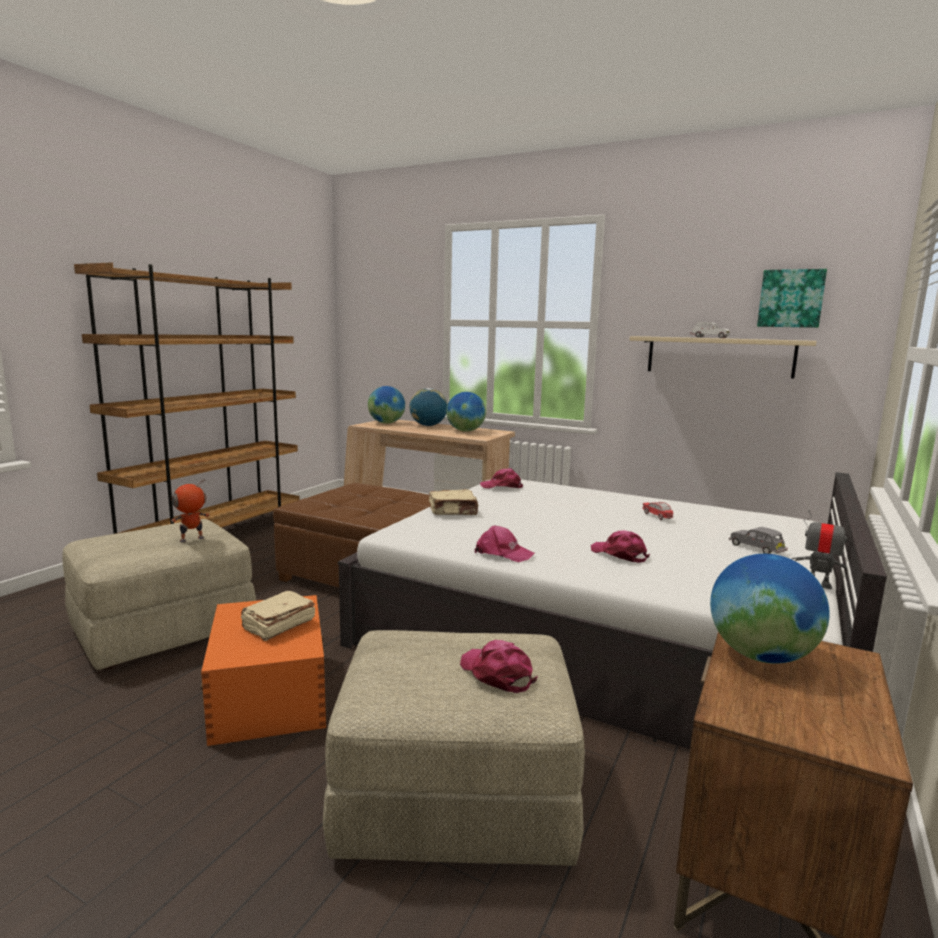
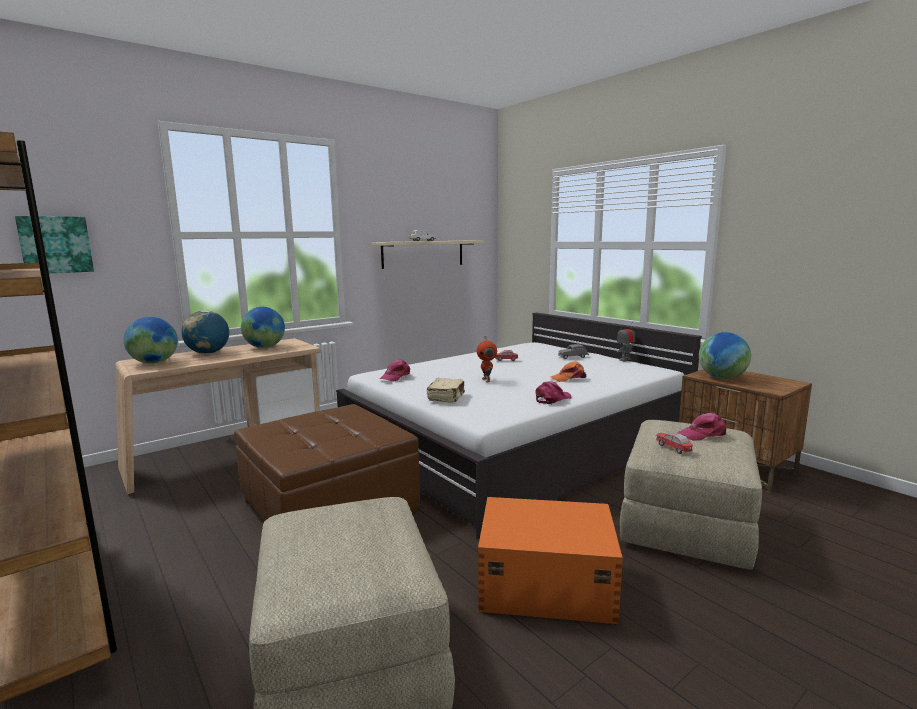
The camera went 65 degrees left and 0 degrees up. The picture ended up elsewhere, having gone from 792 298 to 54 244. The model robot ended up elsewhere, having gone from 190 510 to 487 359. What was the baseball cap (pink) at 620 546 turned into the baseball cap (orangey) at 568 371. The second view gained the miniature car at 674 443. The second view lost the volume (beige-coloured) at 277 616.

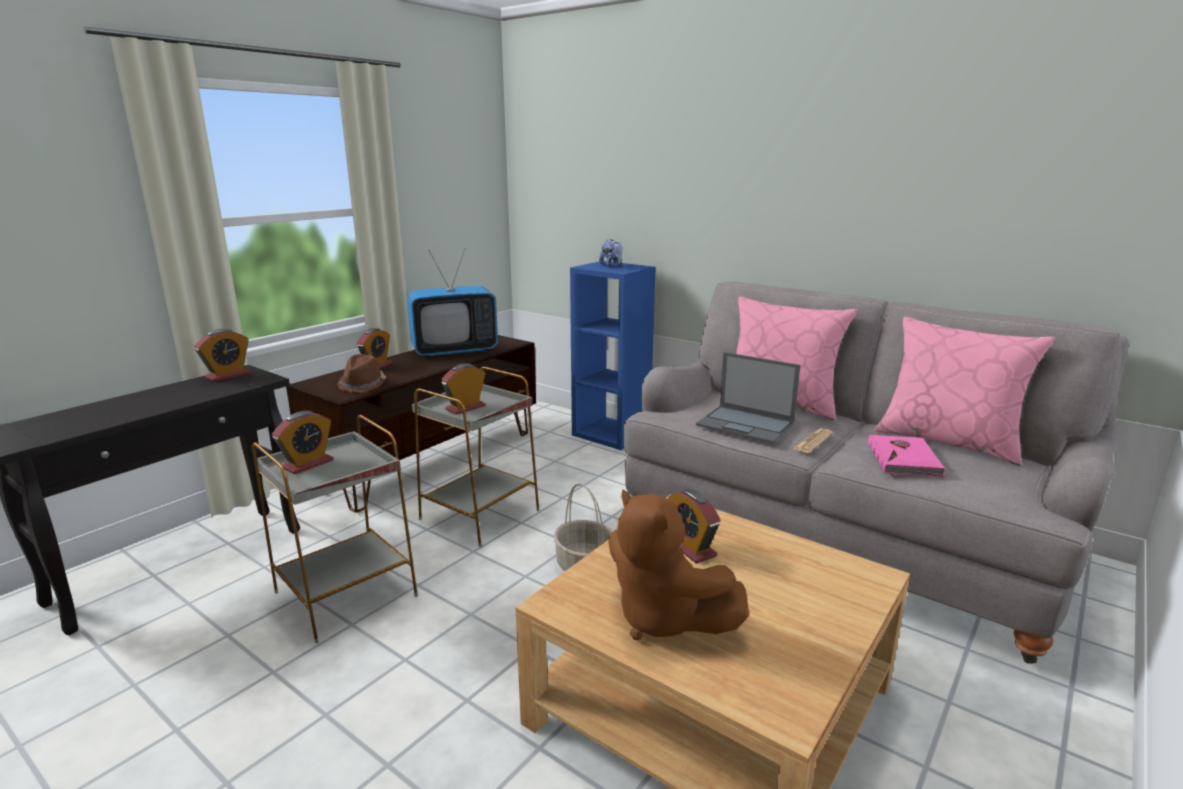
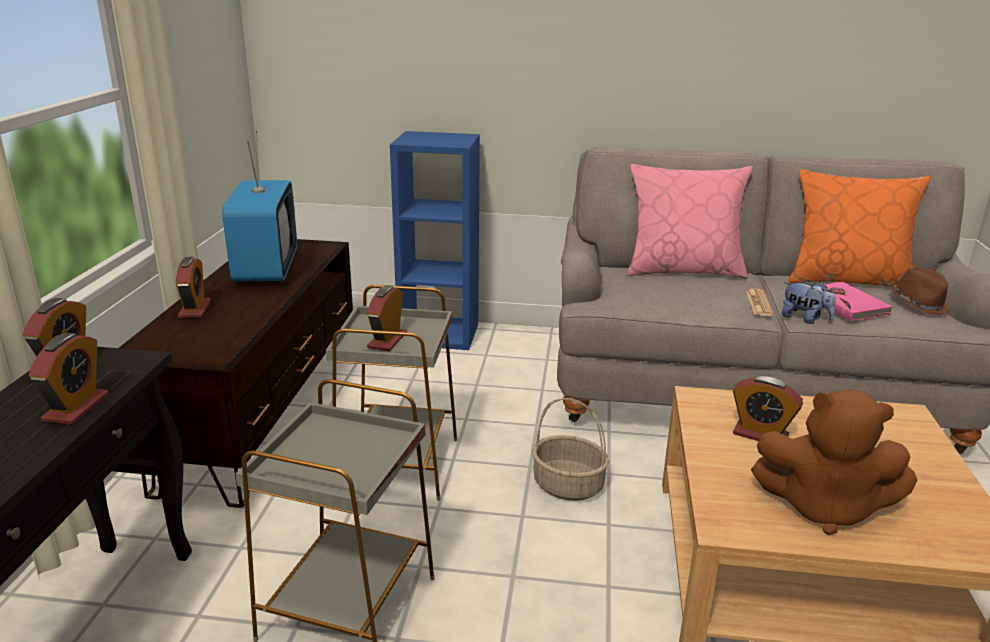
The camera went 30 degrees left and 5 degrees up. The table clock ended up elsewhere, having gone from 302 443 to 69 379. The TV set at 452 302 ended up facing another way, 45 degrees counterclockwise from before. The soft toy ended up elsewhere, having gone from 610 253 to 808 303. What was the cushion (pink) at 964 391 turned into the cushion (orangey) at 859 228. The hat (brownish) ended up elsewhere, having gone from 361 373 to 920 291. The second view lost the portable computer at 748 398.

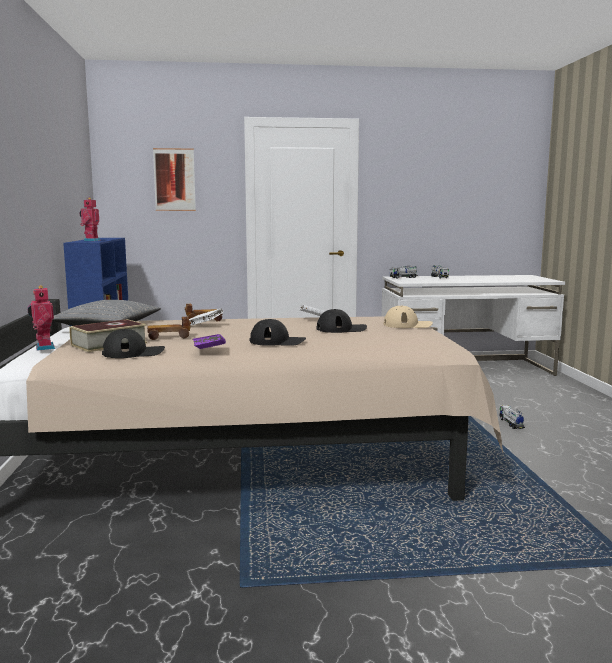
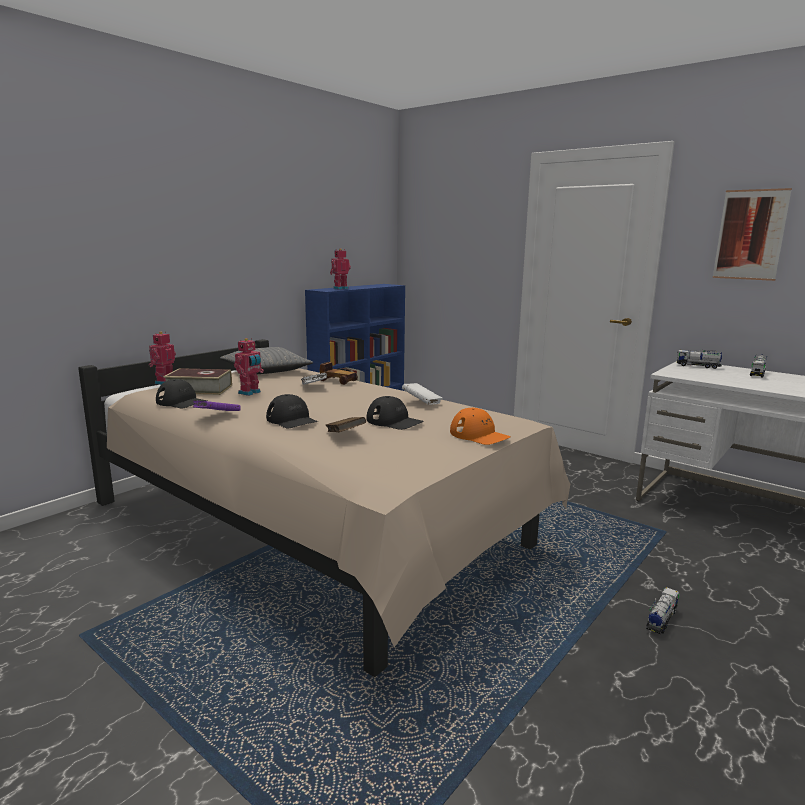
The camera went 45 degrees right and 5 degrees up. Where the miniature car stood at 169 328, the model robot came to stand at 249 367. The second view gained the volume (brownish) at 346 424. What was the baseball cap (beige-coloured) at 408 316 turned into the baseball cap (orangey) at 480 426. The picture ended up elsewhere, having gone from 174 179 to 752 234.

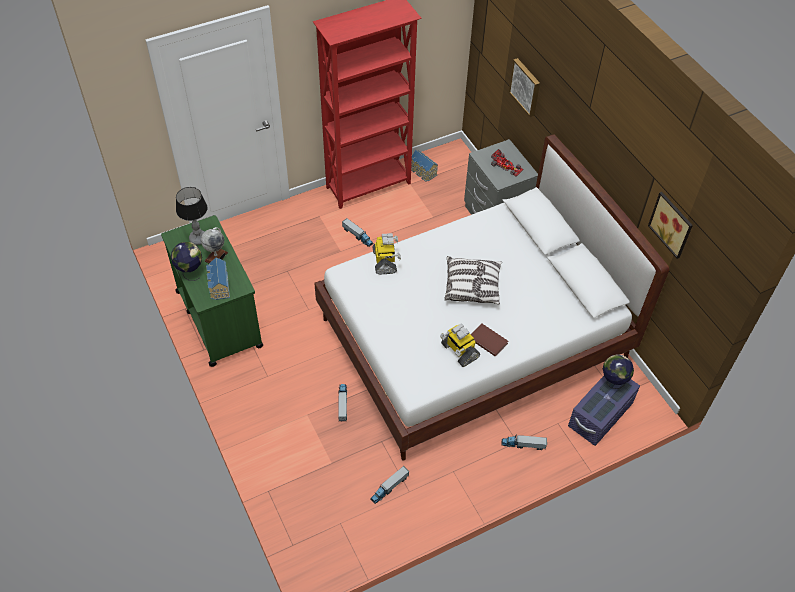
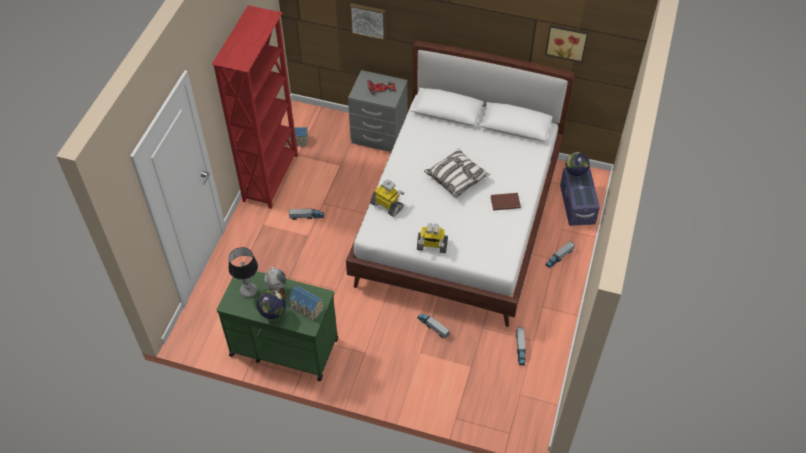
The camera went 45 degrees left and 0 degrees up. The model robot ended up elsewhere, having gone from 460 345 to 432 238.

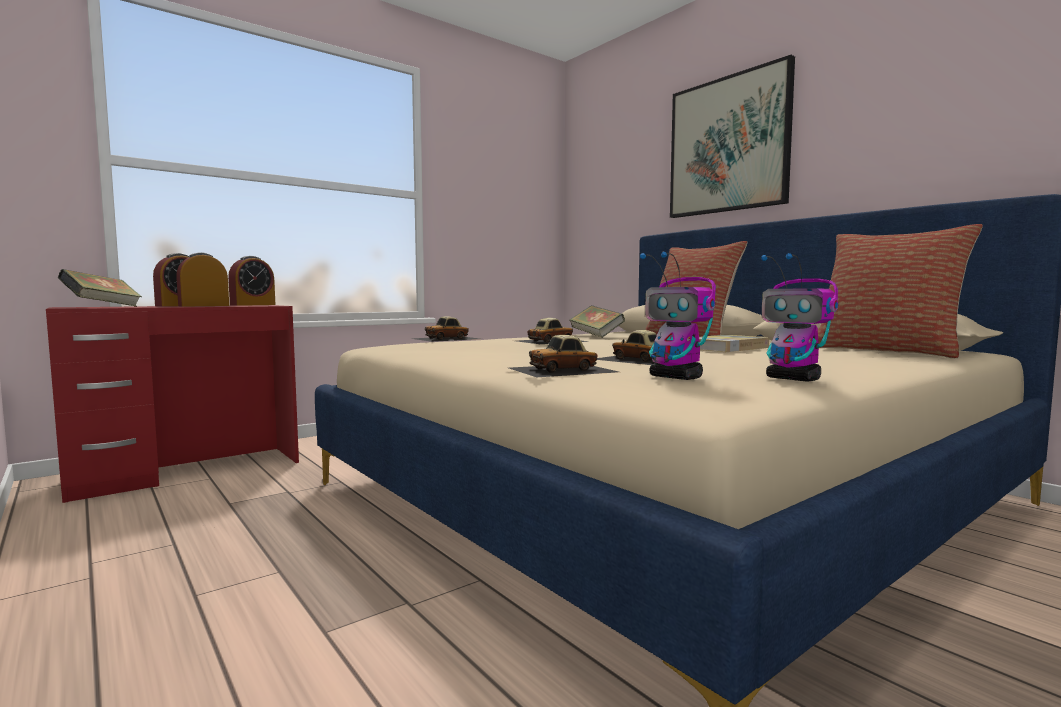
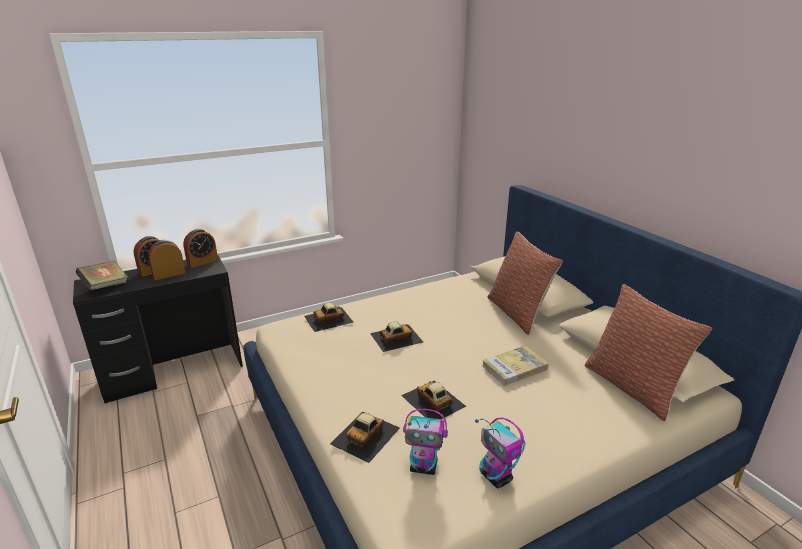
The camera went 10 degrees right and 20 degrees up. What was the desk table (red) at 172 404 turned into the desk table (black) at 158 328. The miniature car at 563 356 ended up facing another way, 45 degrees counterclockwise from before. The model robot at 678 316 ended up facing another way, 45 degrees counterclockwise from before. The second view lost the volume at 597 321. The second view lost the picture at 732 136.

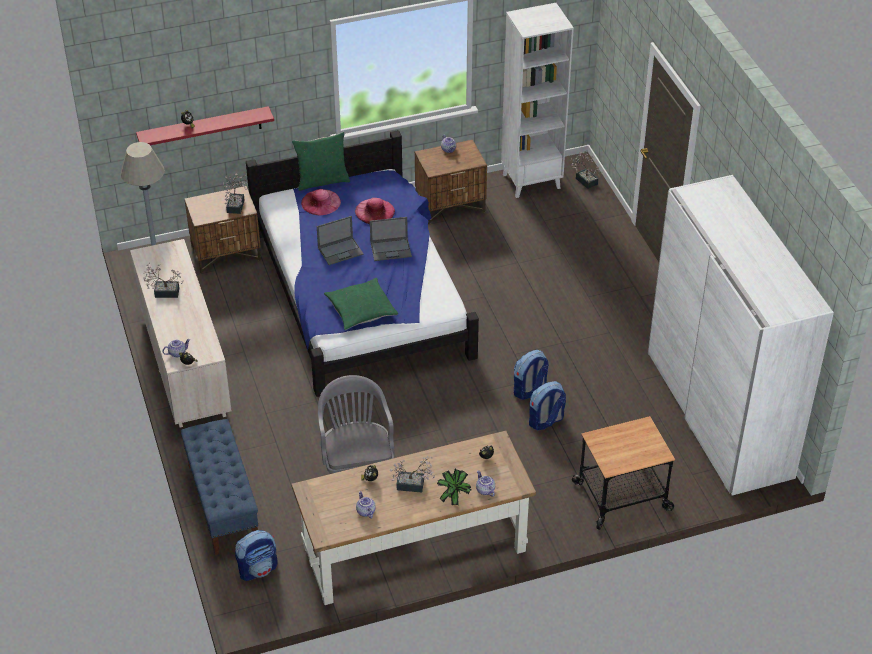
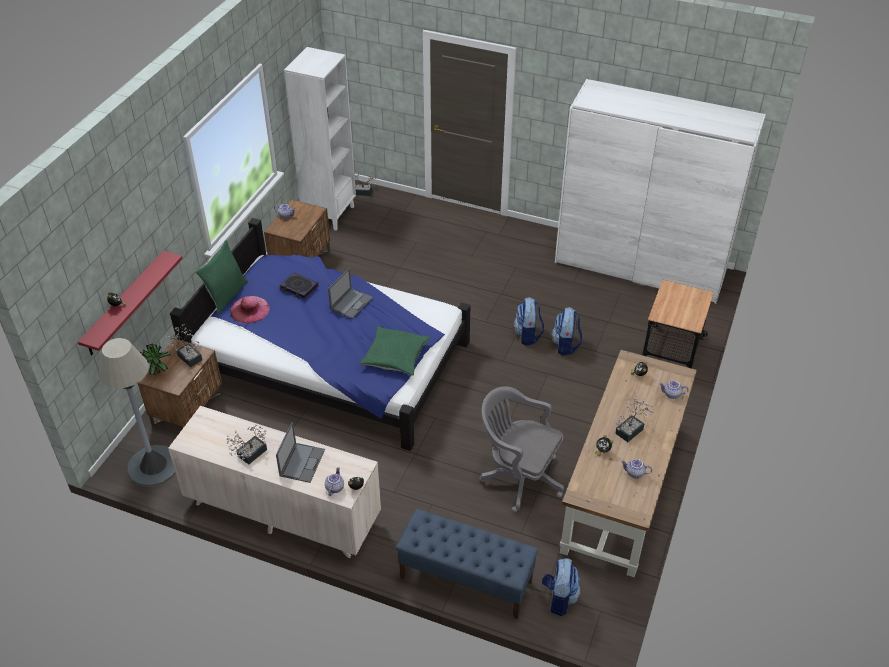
The camera went 50 degrees left and 0 degrees up. The houseplant ended up elsewhere, having gone from 454 487 to 155 359. The portable computer ended up elsewhere, having gone from 340 240 to 300 452. Where the hat (pink) stood at 375 211, the volume came to stand at 299 285.

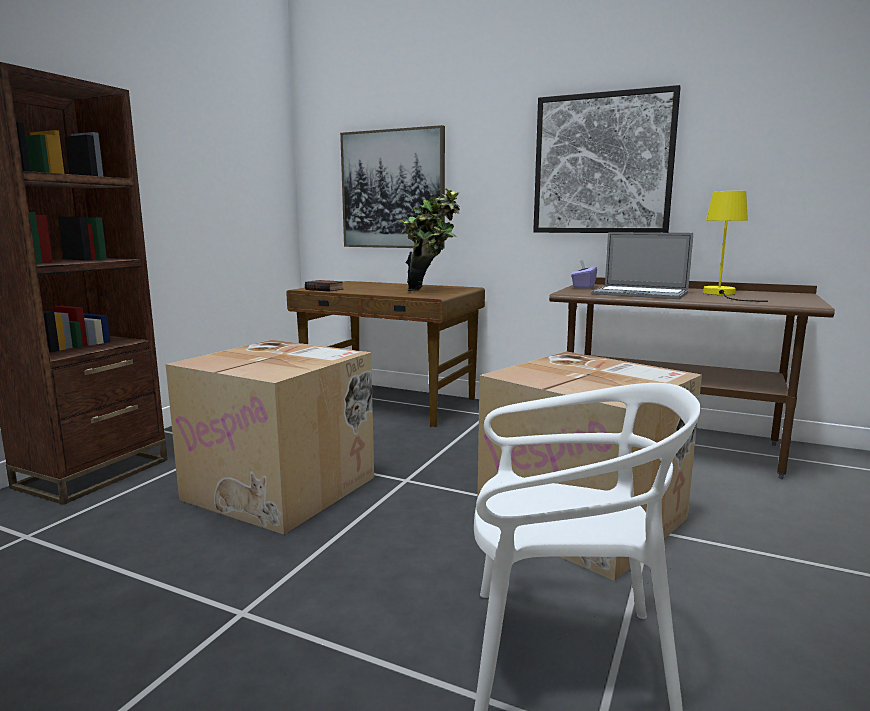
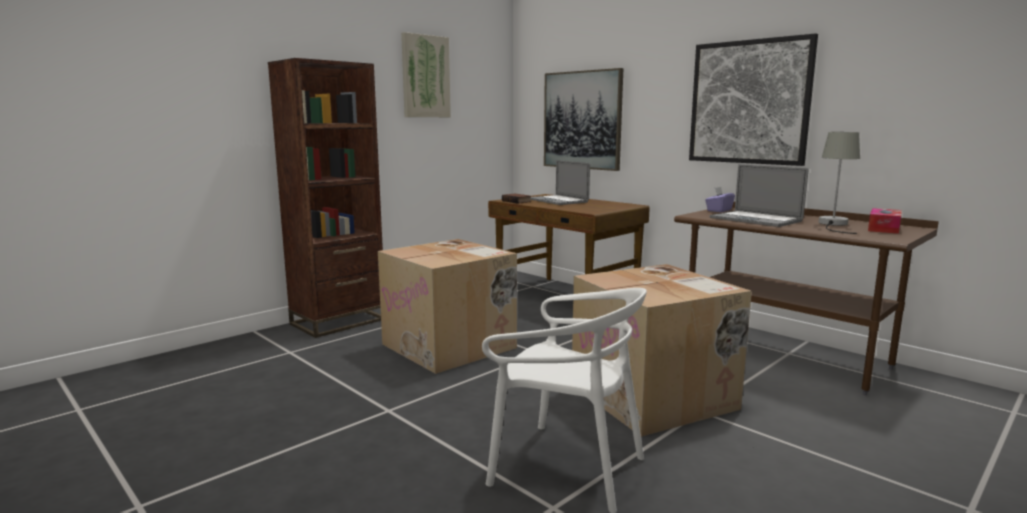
The camera went 20 degrees right and 0 degrees up. The second view gained the picture at 426 74. The second view gained the portable computer at 560 182. What was the tabletop lamp (yellow) at 735 246 turned into the tabletop lamp (grey) at 839 183. The second view gained the tissue holder at 885 221. The second view lost the houseplant at 429 239.

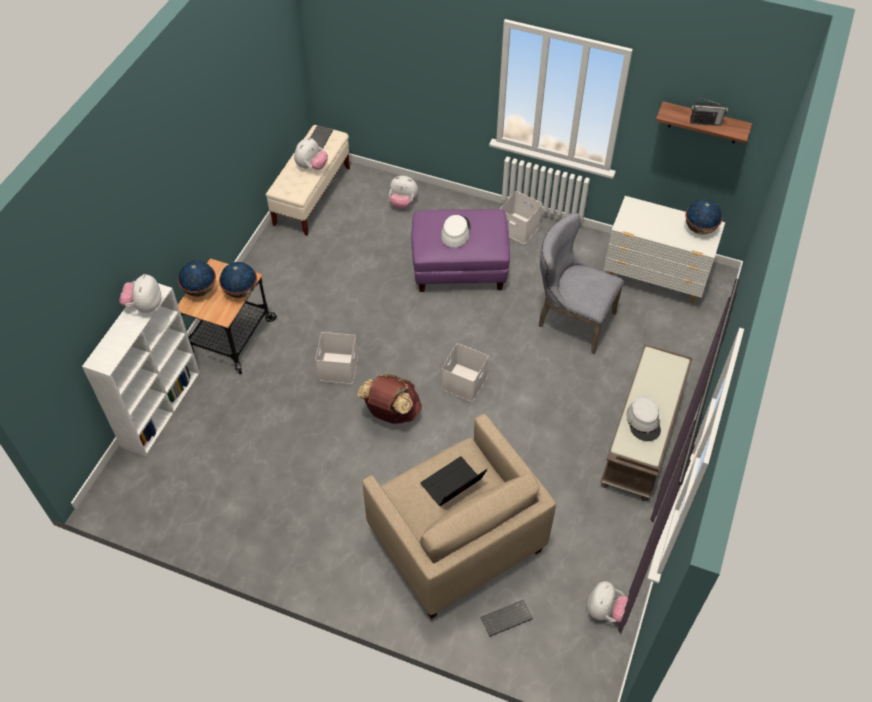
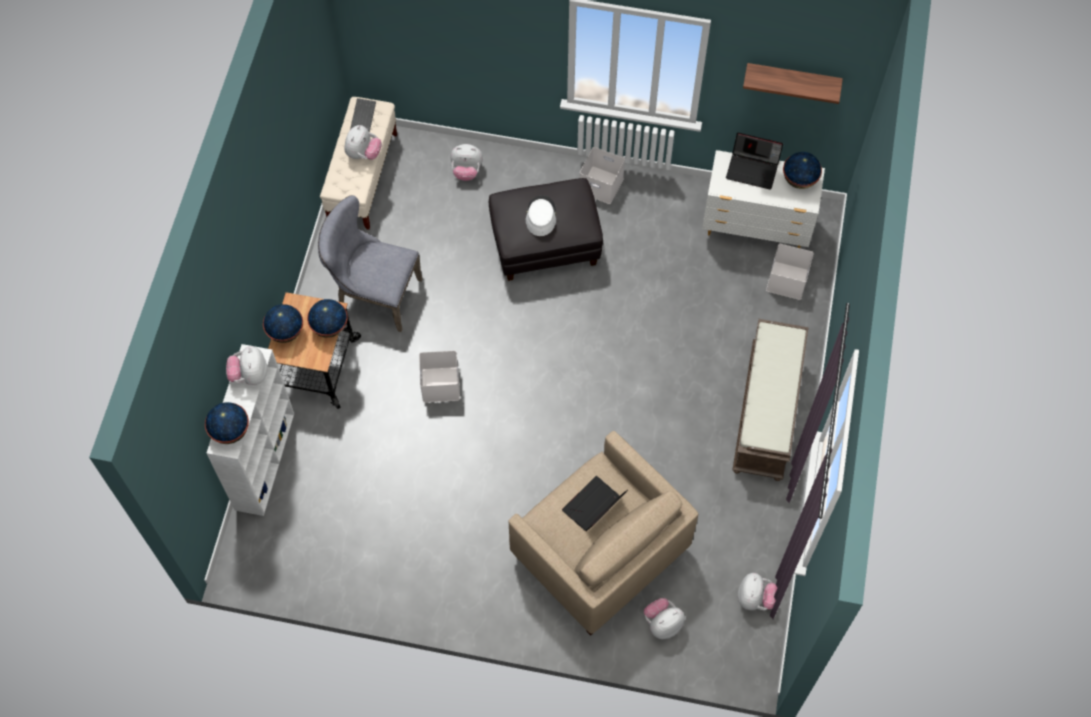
The camera went 10 degrees left and 10 degrees up. The second view gained the world globe at 227 423. The upright chair (grey) ended up elsewhere, having gone from 581 283 to 370 263. What was the pouffe (purplish) at 460 250 turned into the pouffe (black) at 546 229. Where the keyboard stood at 506 618, the soft toy came to stand at 664 618. The second view gained the portable computer at 754 160. The storage container (white) ended up elsewhere, having gone from 465 372 to 790 272. The second view lost the knapsack (brownish) at 389 399. The second view lost the hat (grey) at 644 418. The second view lost the radio set at 709 112.

